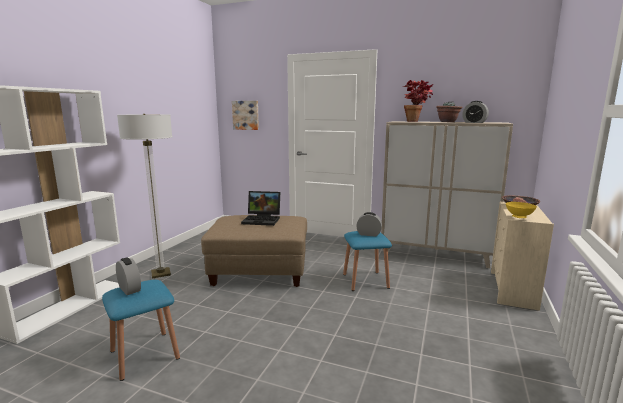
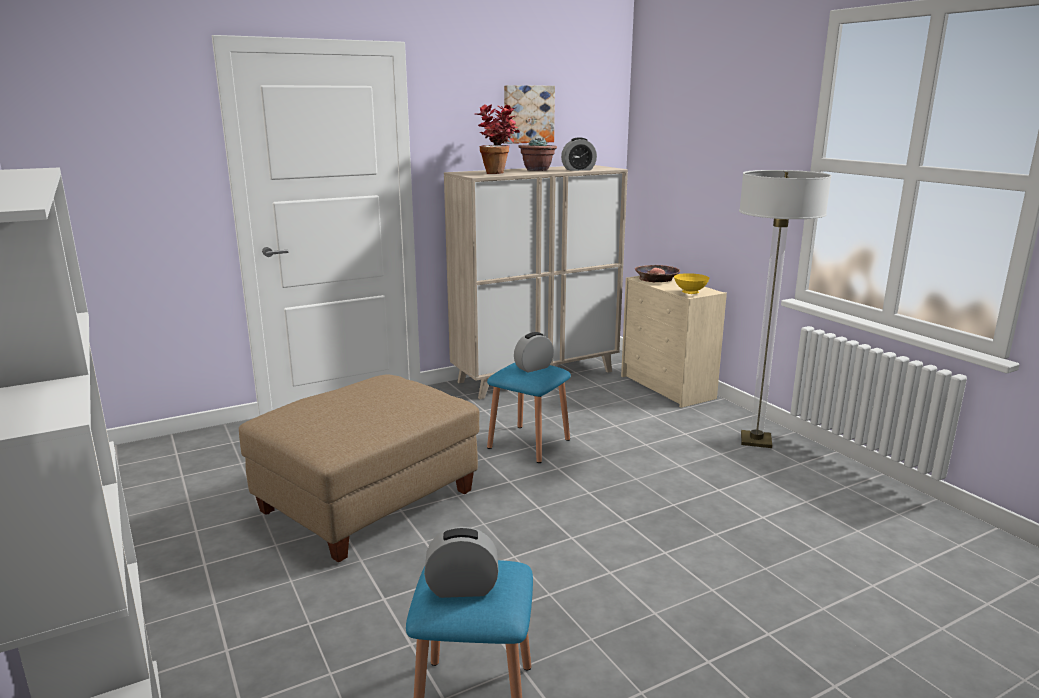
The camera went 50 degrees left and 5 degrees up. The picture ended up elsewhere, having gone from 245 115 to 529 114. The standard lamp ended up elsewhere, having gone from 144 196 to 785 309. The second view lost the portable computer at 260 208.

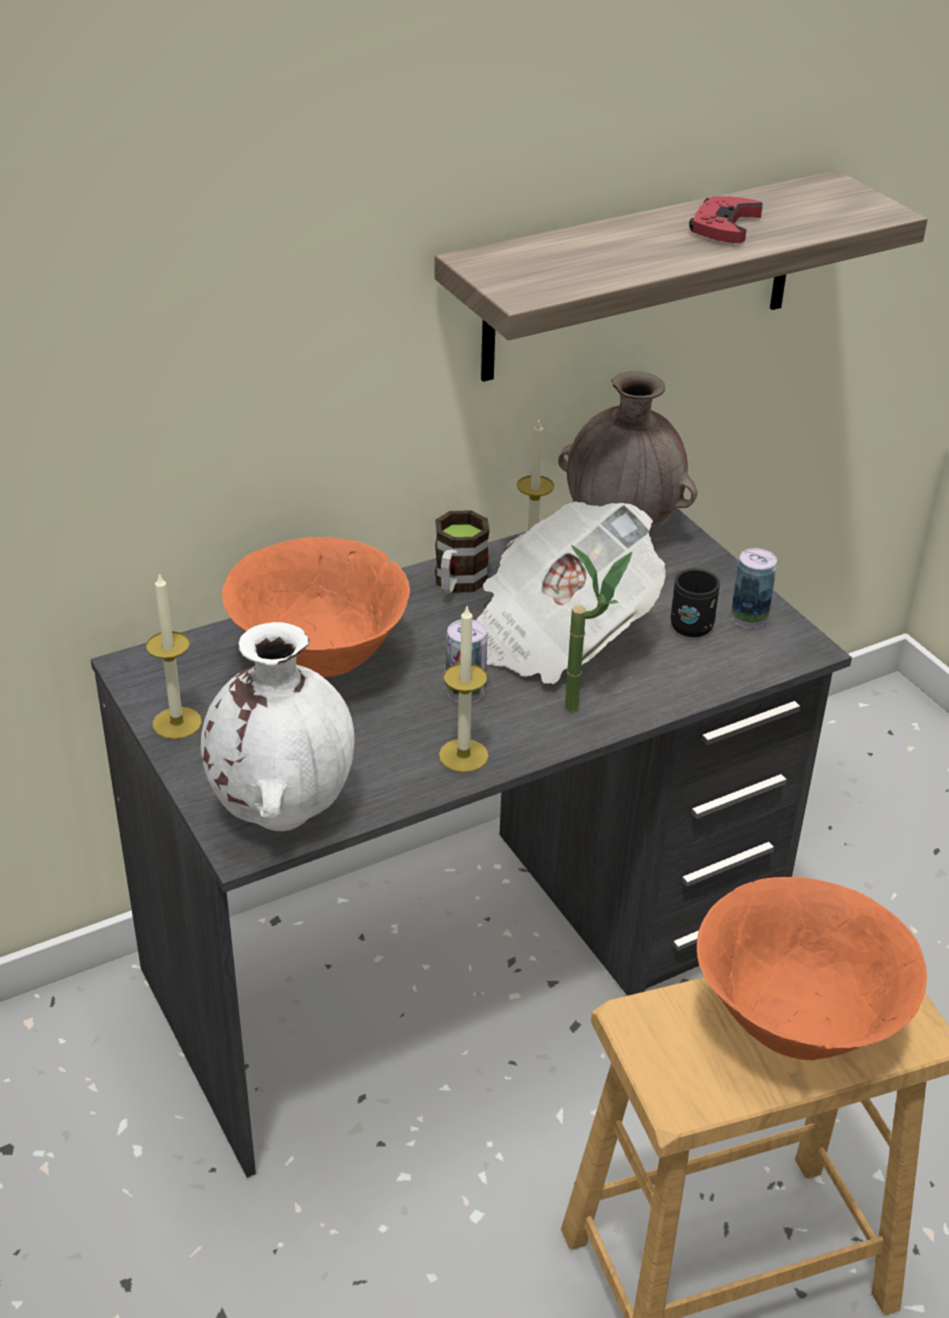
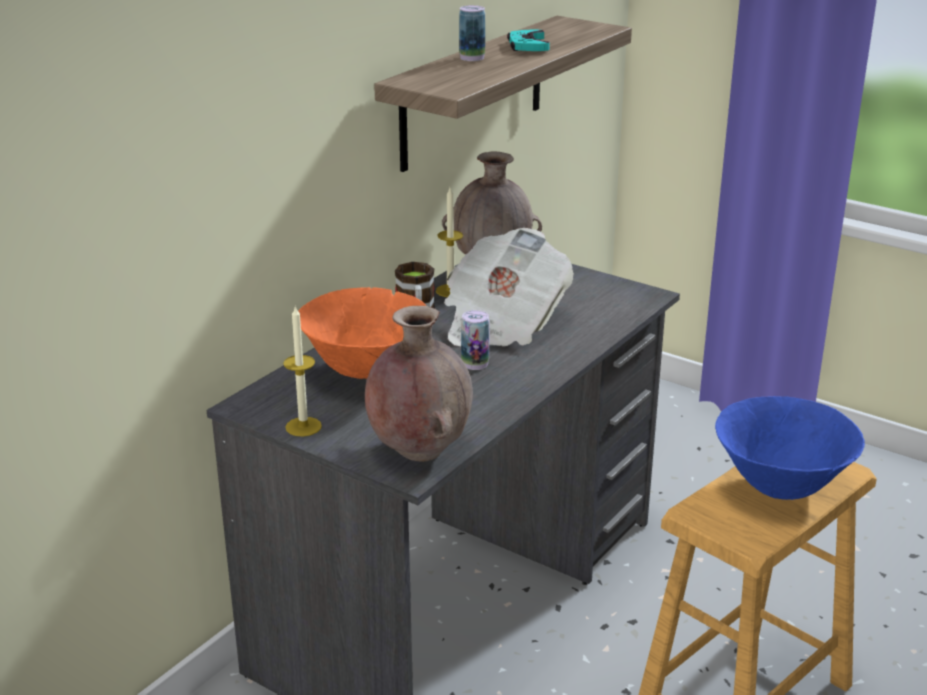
The camera went 25 degrees left and 10 degrees down. What was the flower vase (white) at 278 726 turned into the flower vase (brownish) at 419 384. The metal can ended up elsewhere, having gone from 754 588 to 472 33. What was the gamepad (red) at 726 219 turned into the gamepad (turquoise) at 528 40. What was the serving bowl (orangey) at 812 968 turned into the serving bowl (blue-coloured) at 790 448. The second view lost the wax light at 464 690. The second view lost the houseplant at 598 628. The second view lost the mug (black) at 695 602.

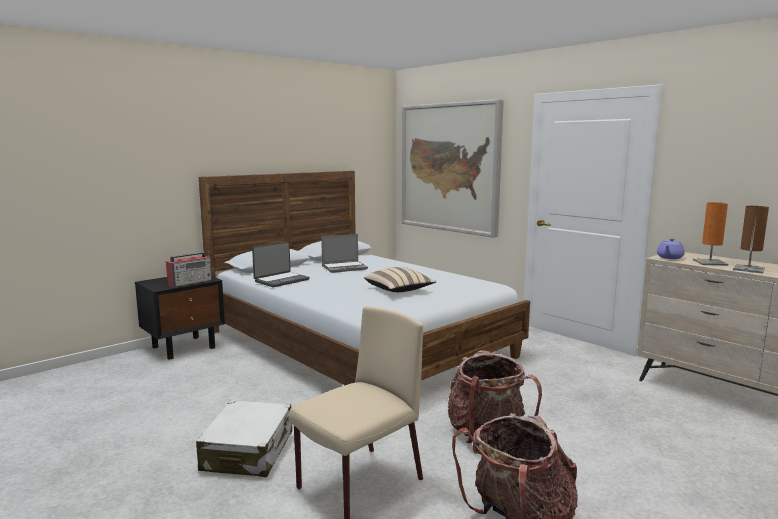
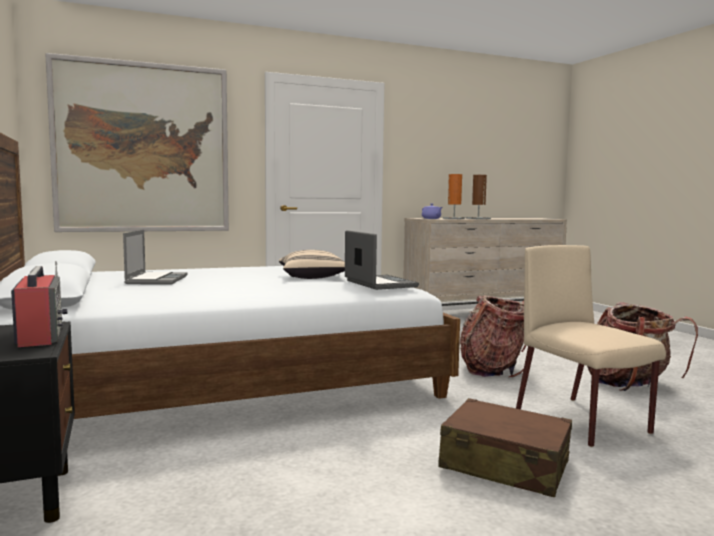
The camera went 70 degrees left and 5 degrees down. The portable computer ended up elsewhere, having gone from 281 264 to 382 260. What was the suitcase (white) at 244 438 turned into the suitcase (brownish) at 505 447.

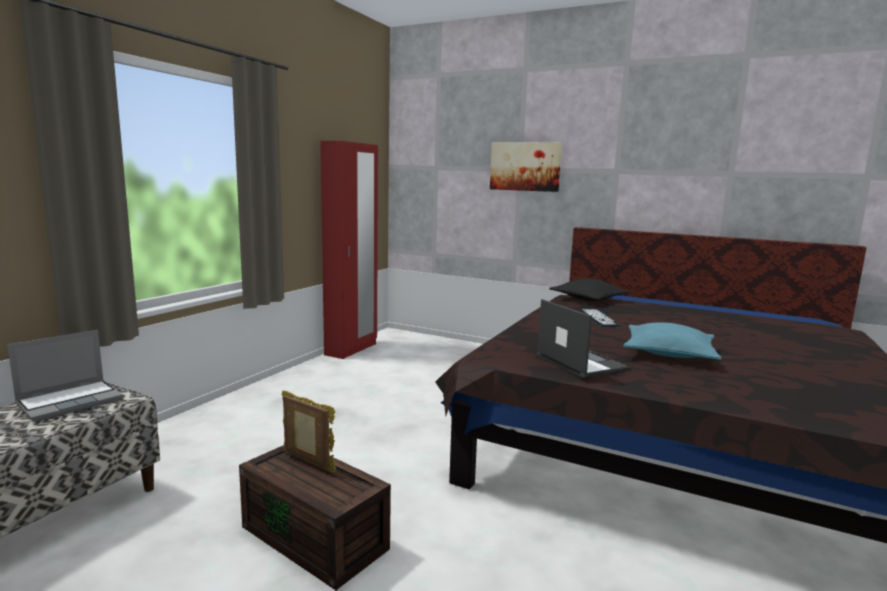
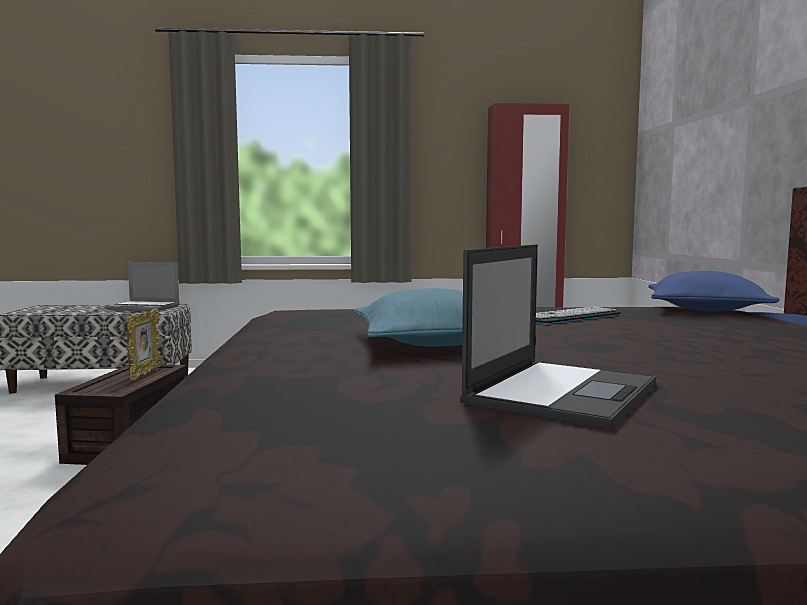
The camera went 60 degrees right and 5 degrees down. The portable computer ended up elsewhere, having gone from 584 338 to 558 336. What was the cushion (black) at 589 290 turned into the cushion (blue-coloured) at 714 291. The second view lost the picture at 526 167.

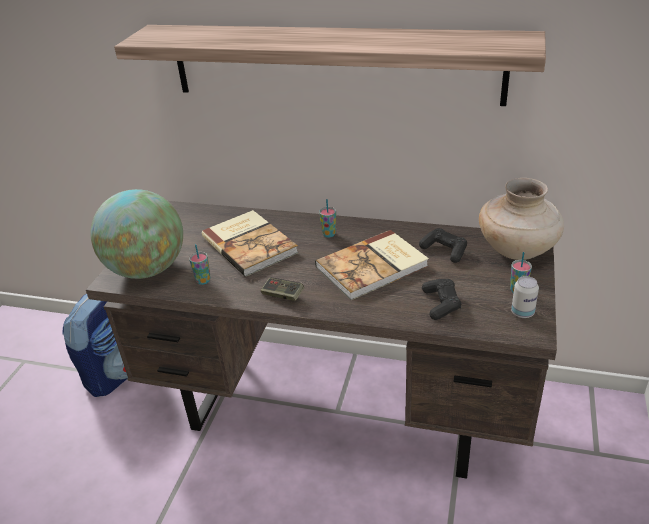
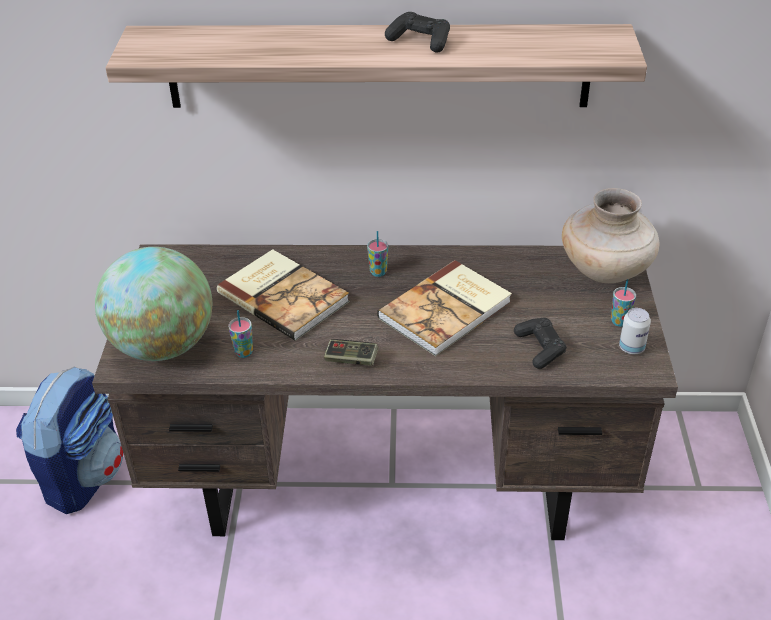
The camera went 15 degrees left and 5 degrees up. The gamepad (black) ended up elsewhere, having gone from 443 245 to 417 32.

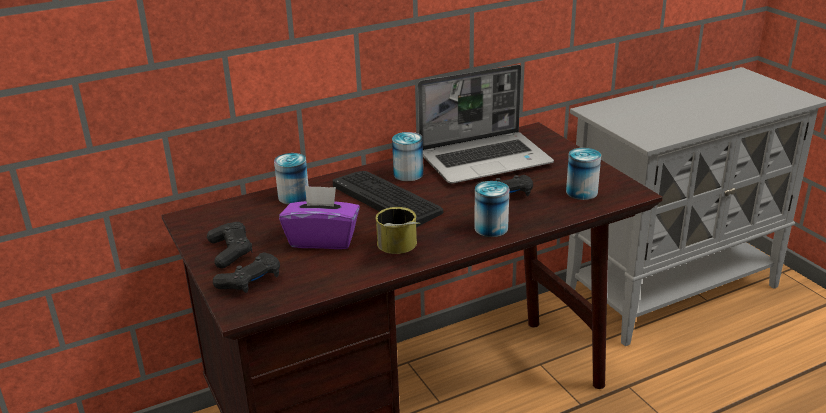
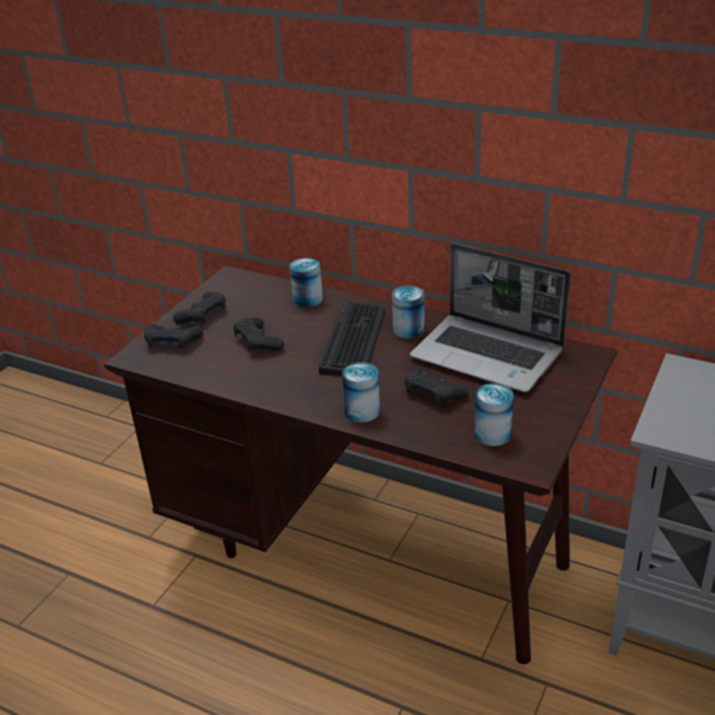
The camera went 55 degrees right and 5 degrees up. Where the tissue holder (purplish) stood at 319 217, the gamepad (black) came to stand at 258 334. The second view lost the metal can at 398 230.

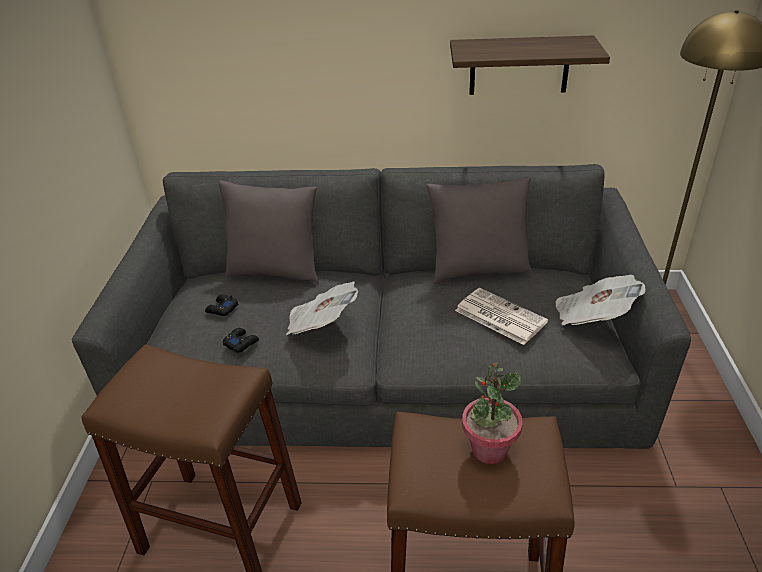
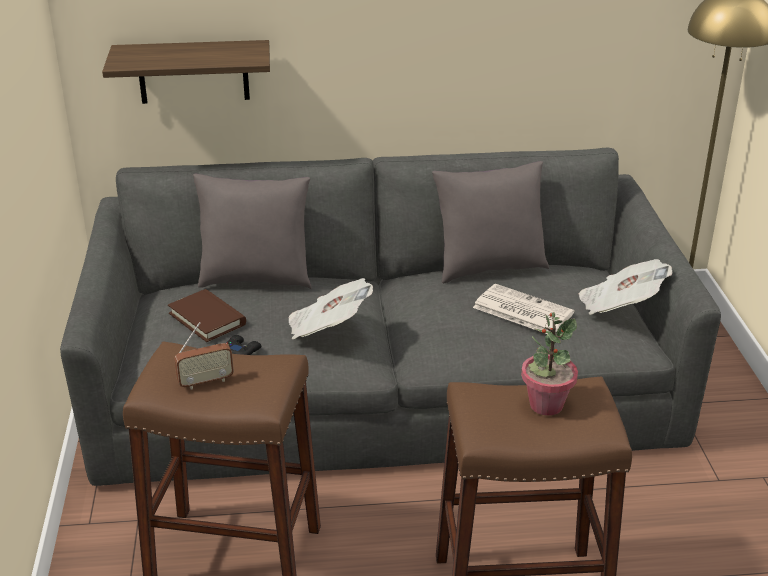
The camera went 10 degrees left and 5 degrees down. The bracket shelf ended up elsewhere, having gone from 530 65 to 186 72. Where the gamepad (black) stood at 221 305, the volume (brownish) came to stand at 207 315. The second view gained the radio set at 204 355.

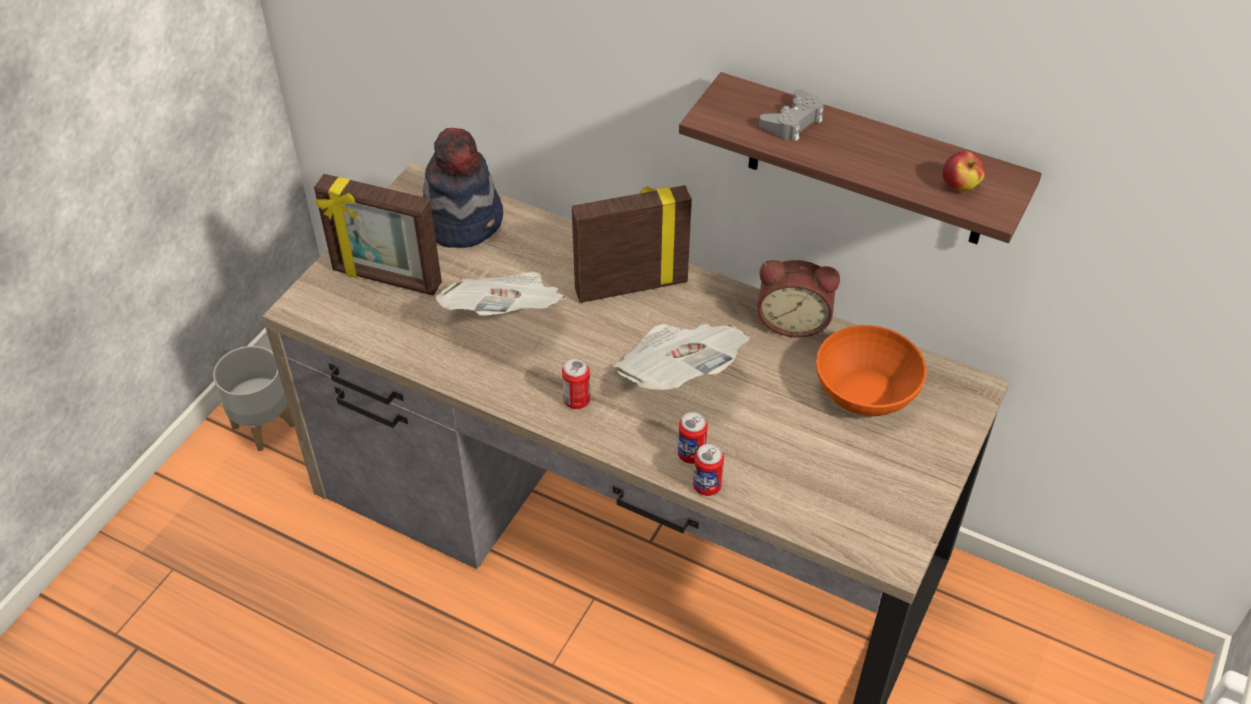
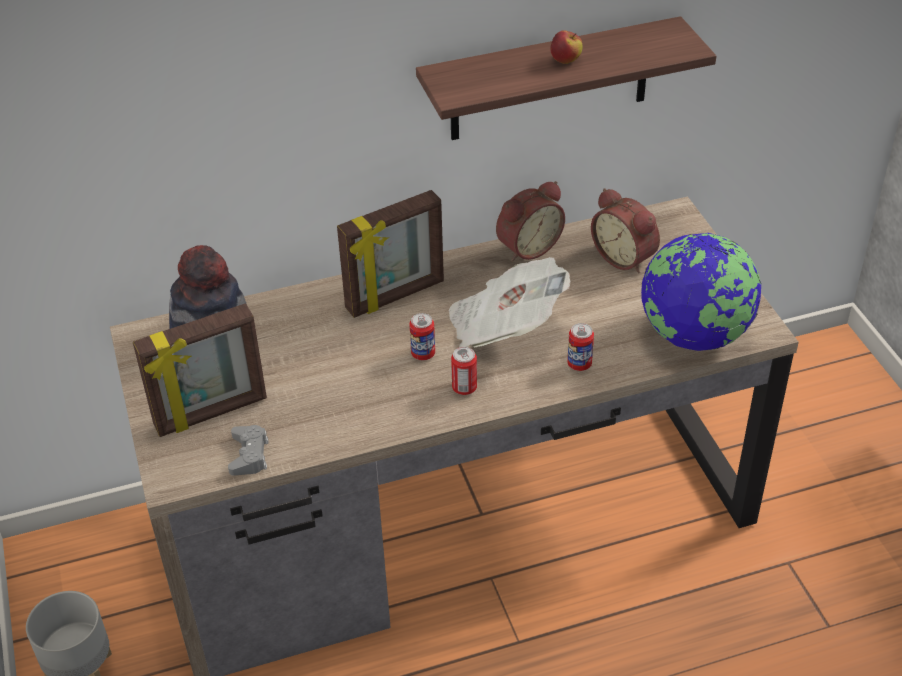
The camera went 45 degrees left and 5 degrees down. The gamepad (grey) ended up elsewhere, having gone from 791 115 to 248 450. The picture frame at 632 244 ended up facing another way, 150 degrees counterclockwise from before. The metal can ended up elsewhere, having gone from 708 470 to 422 336. The apple ended up elsewhere, having gone from 963 171 to 566 47. Where the serving bowl (orangey) stood at 871 370, the table clock came to stand at 625 231. The second view gained the world globe at 701 292. The second view lost the printed paper at 500 294.

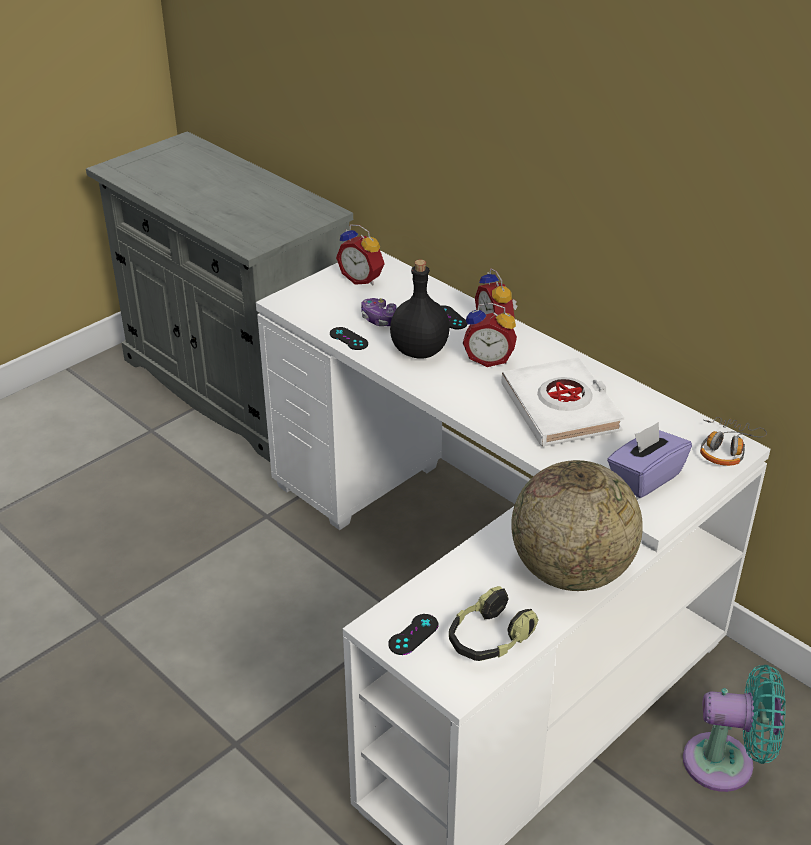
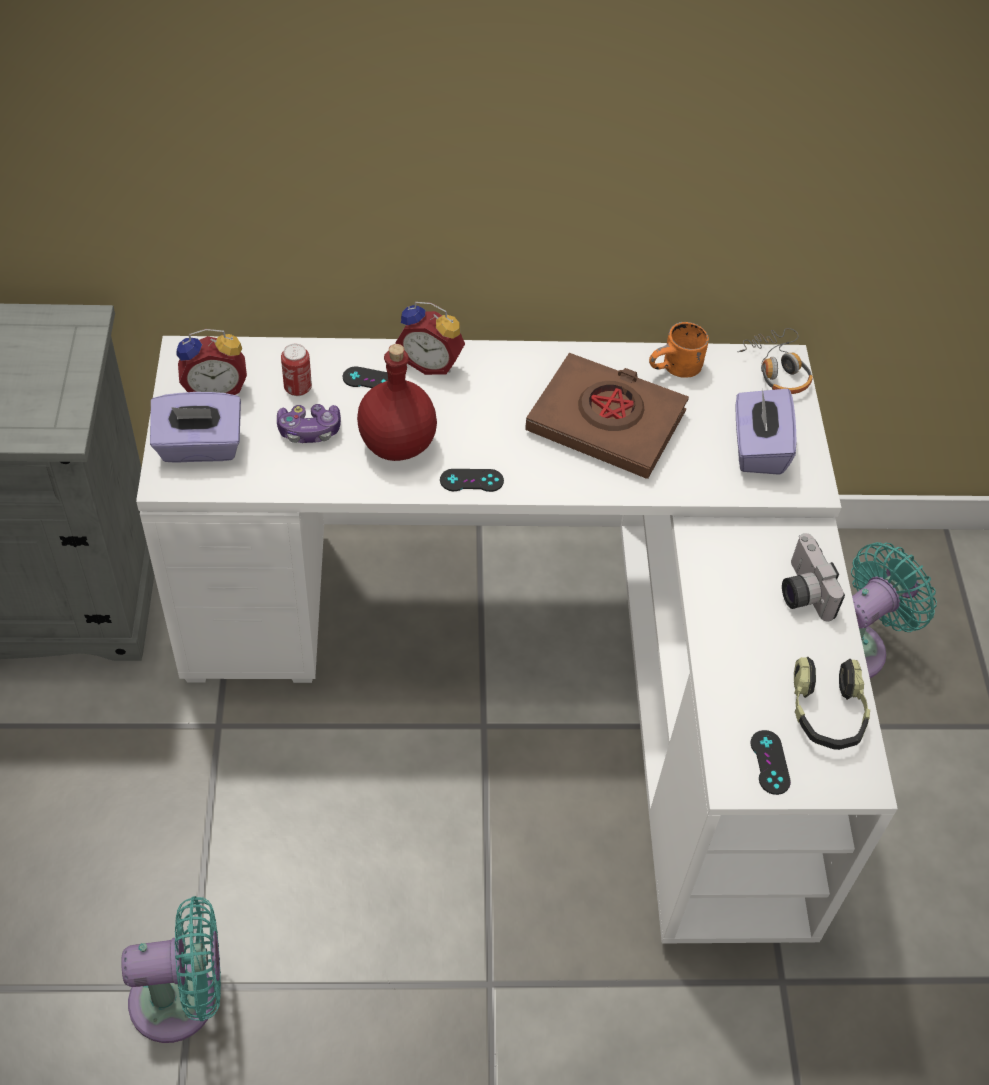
The camera went 50 degrees left and 15 degrees up. The second view gained the fan (turquoise) at 171 969. The second view gained the tissue holder (purplish) at 195 427. The second view gained the metal can at 296 370. What was the beverage bottle (black) at 420 309 turned into the beverage bottle (red) at 397 402. The gamepad (black) ended up elsewhere, having gone from 349 338 to 472 480. What was the volume (white) at 562 402 turned into the volume (brownish) at 607 416. The second view gained the mug (orangey) at 679 350. Where the world globe stood at 577 525, the still camera came to stand at 813 577. The second view lost the table clock at 490 335.

